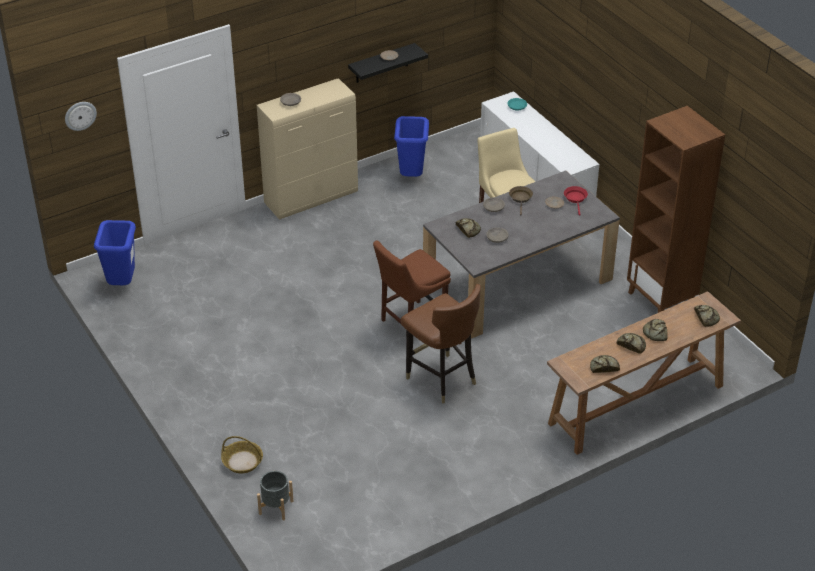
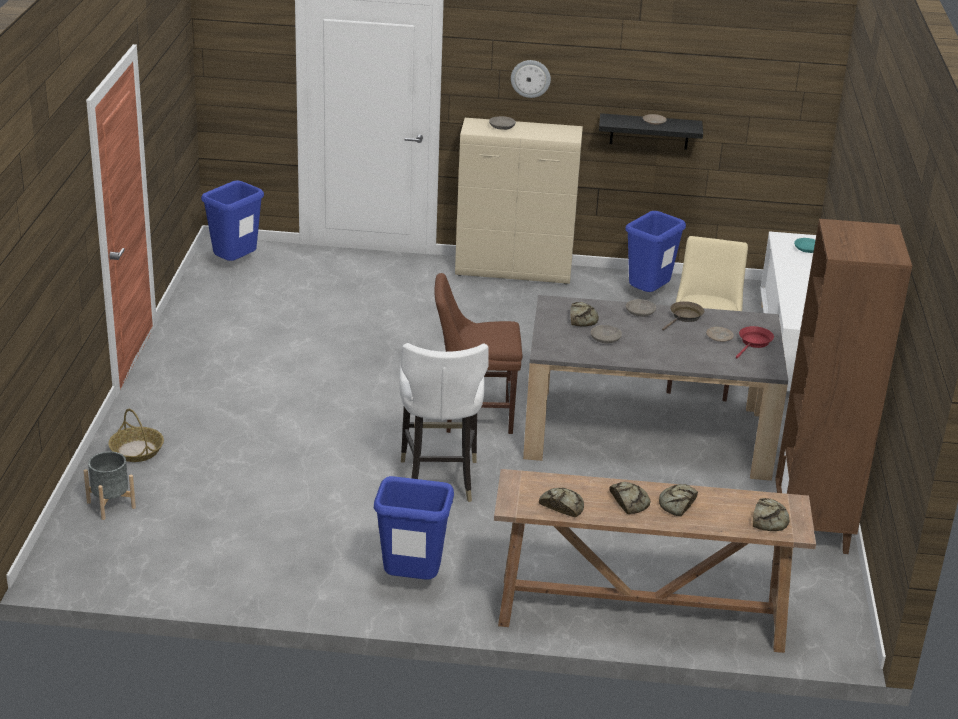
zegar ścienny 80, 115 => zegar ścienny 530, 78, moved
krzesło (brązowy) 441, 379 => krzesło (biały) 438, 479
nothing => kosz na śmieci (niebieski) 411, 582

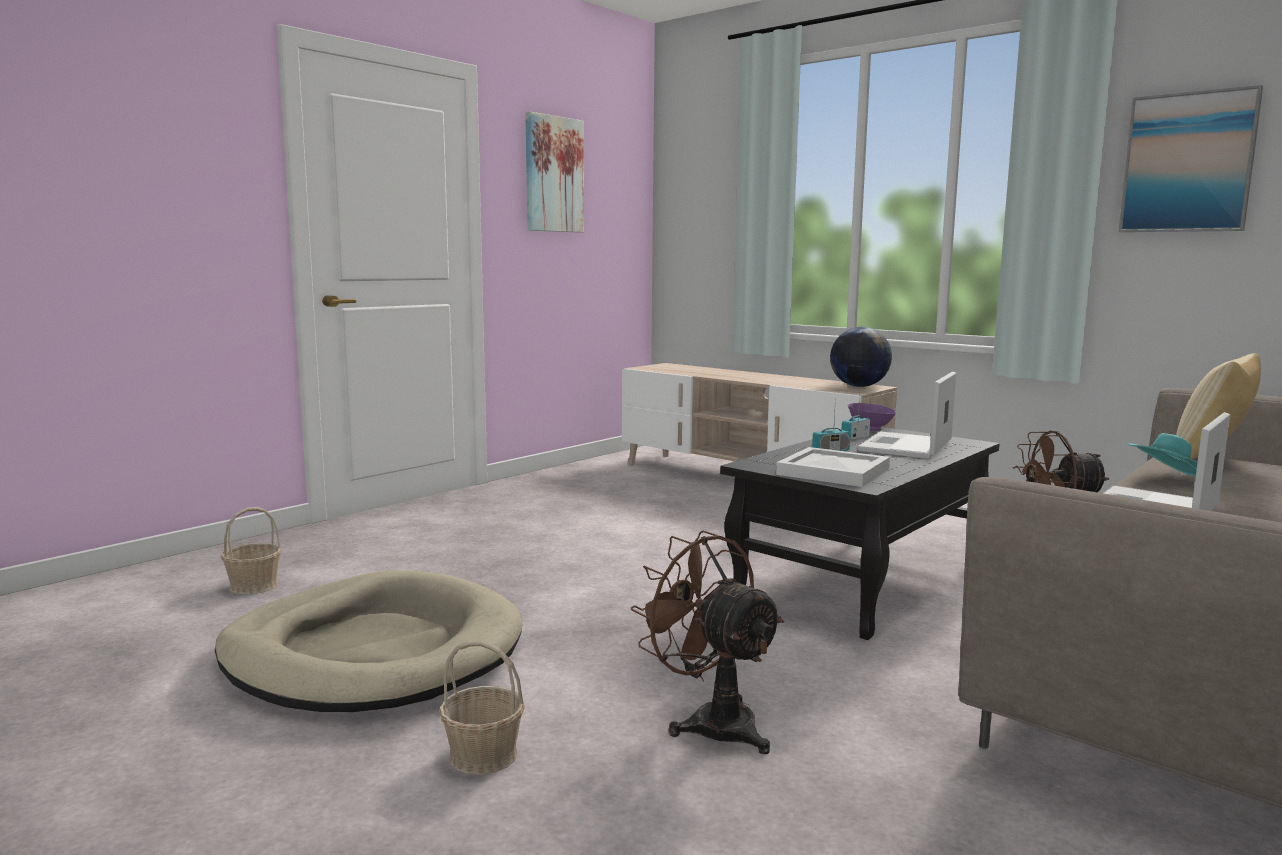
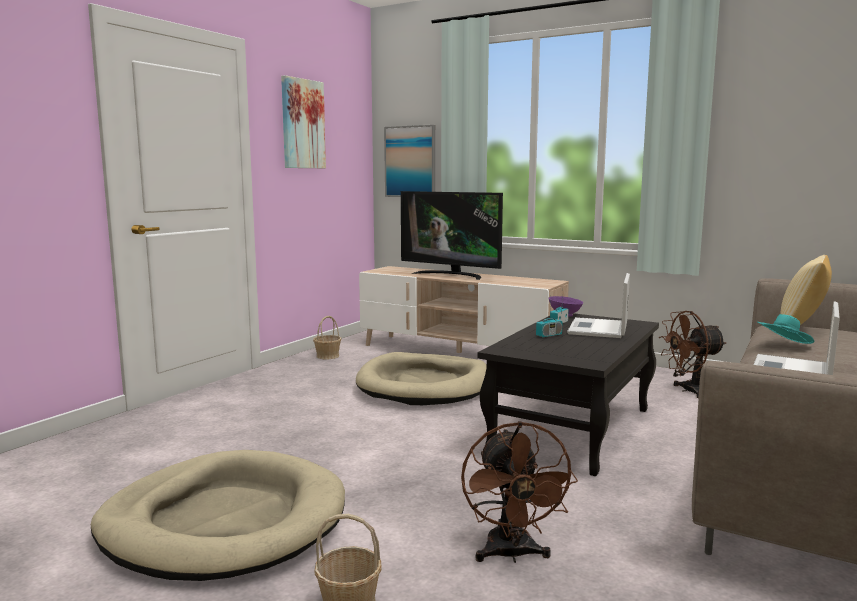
koszyk 253, 586 => koszyk 327, 356, moved
wentylator (brązowy) 711, 722 => wentylator (brązowy) 512, 555, 135 degrees counterclockwise
taca (biały) 832, 471 => nothing
globus 858, 386 => nothing
obraz 1188, 163 => obraz 410, 161, moved
nothing => legowisko (beżowy) 424, 385
nothing => telewizor 451, 275

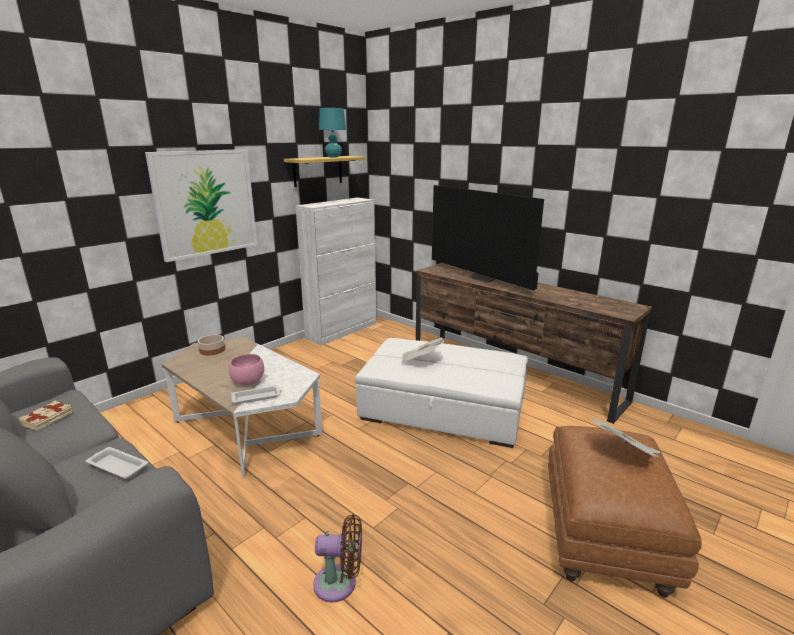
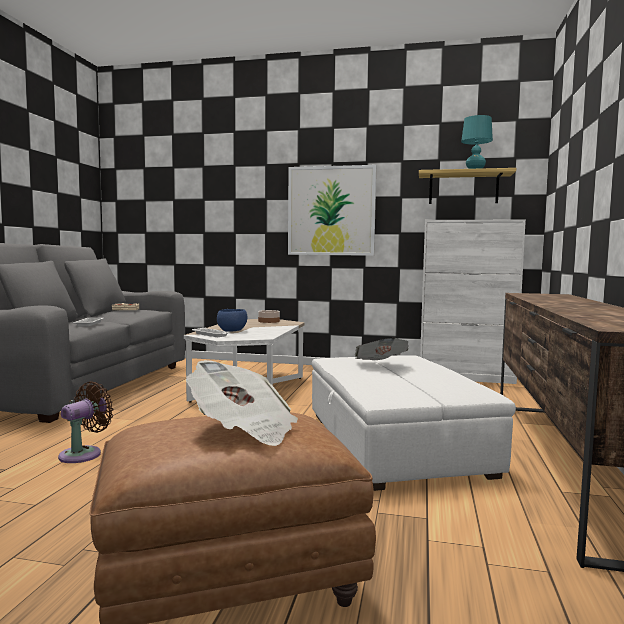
miska (różowy) 248, 382 => miska (niebieski) 232, 331
wentylator (brązowy) 340, 583 => wentylator (brązowy) 84, 454, 120 degrees counterclockwise
telewizor 483, 278 => nothing

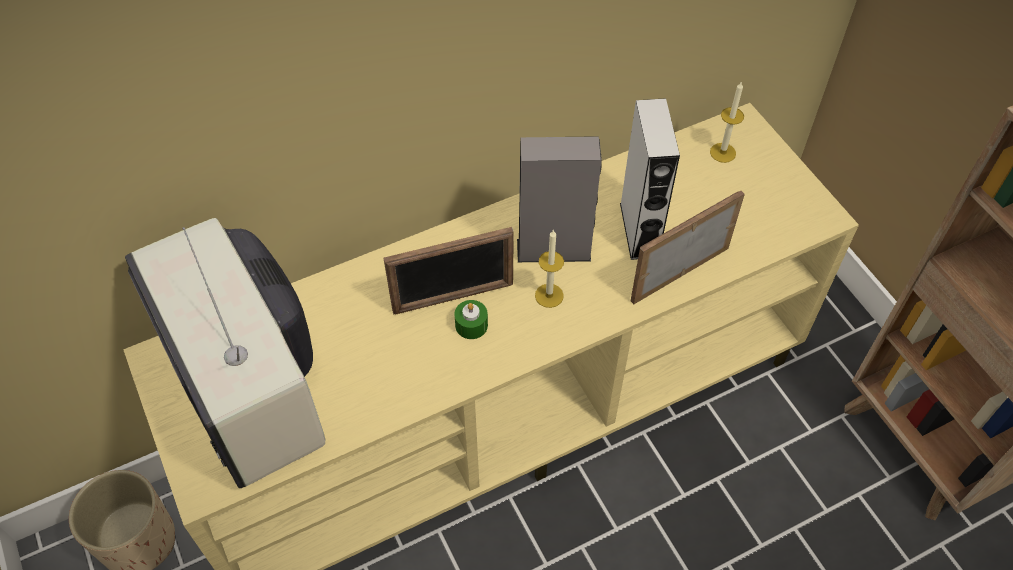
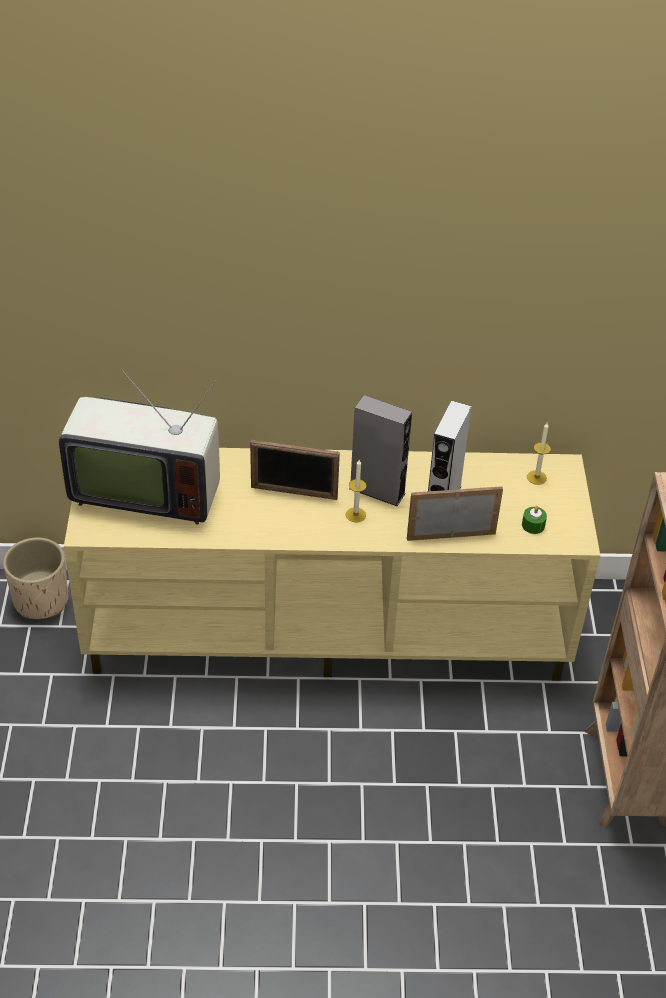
telewizor 253, 382 => telewizor 145, 490, 75 degrees counterclockwise
świeca (zielony) 471, 325 => świeca (zielony) 533, 525, moved

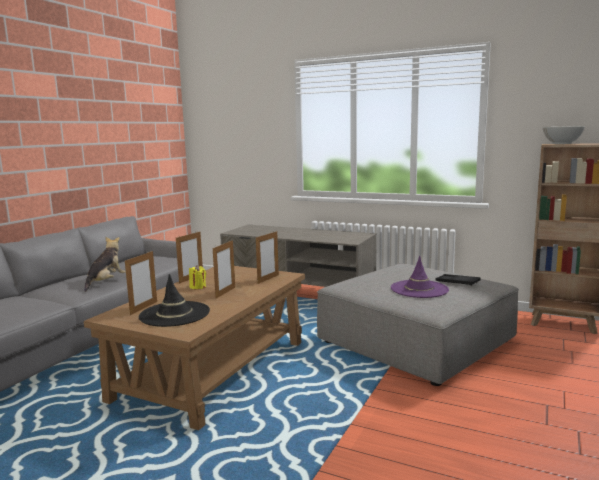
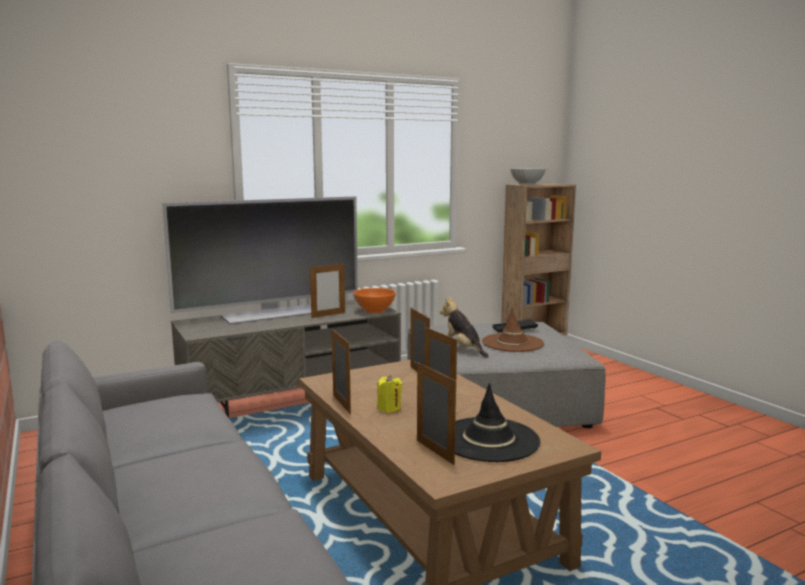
pluszak 106, 282 => pluszak 463, 349, moved
kapelusz (fioletowy) 419, 289 => kapelusz (brązowy) 512, 343
nothing => telewizor 276, 313
nothing => ramka na zdjęcie 328, 315
nothing => miska (pomarańczowy) 375, 310

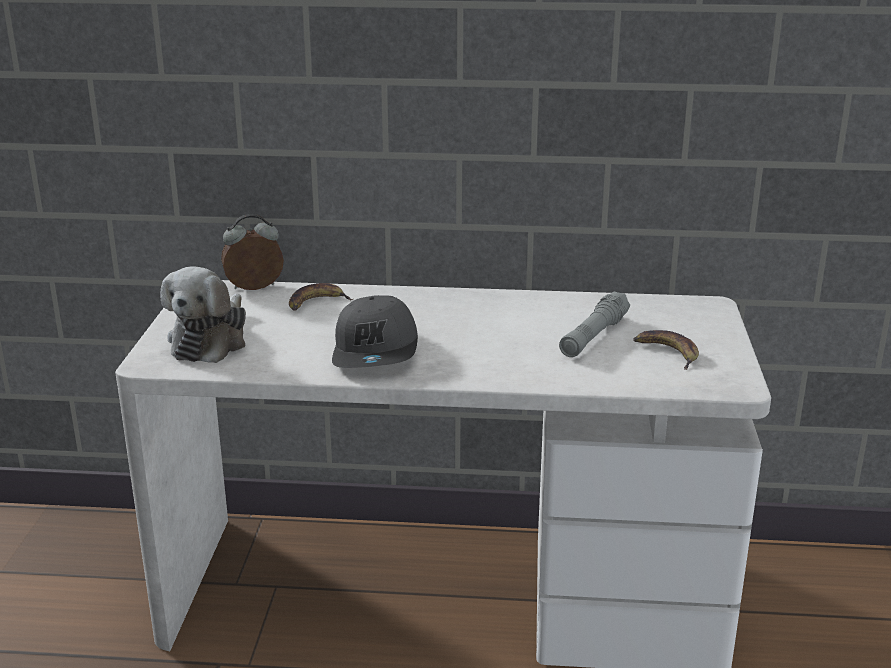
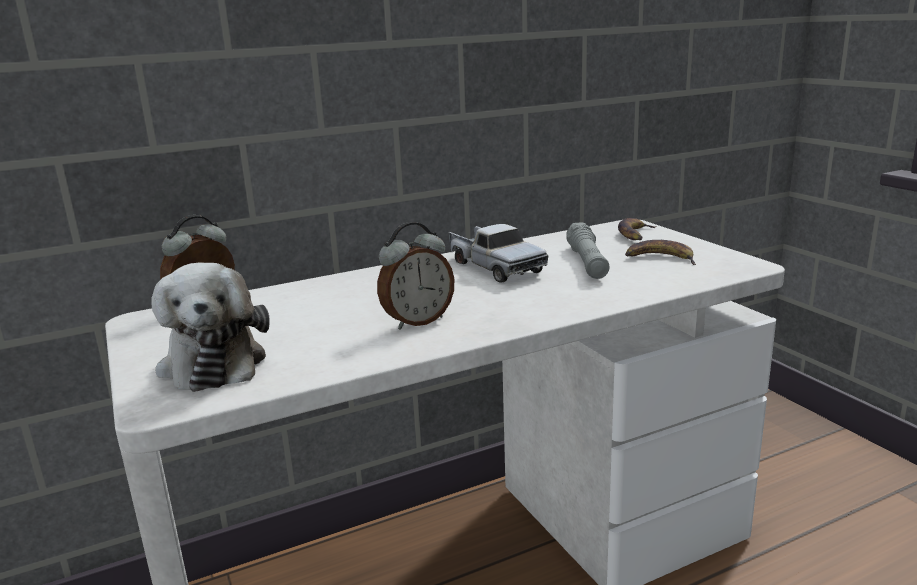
banan 316, 302 => banan 635, 234, moved
czapka z daszkiem (szary) 376, 351 => budzik 417, 321
nothing => ciężarówka zabawkowa 494, 267

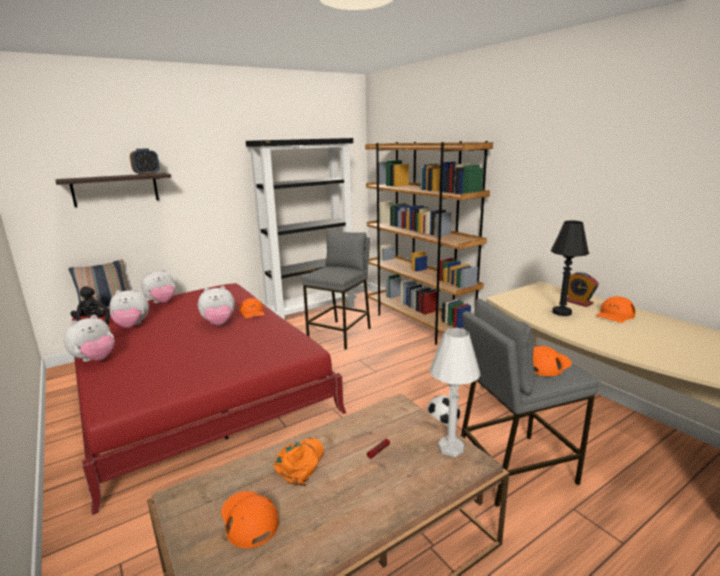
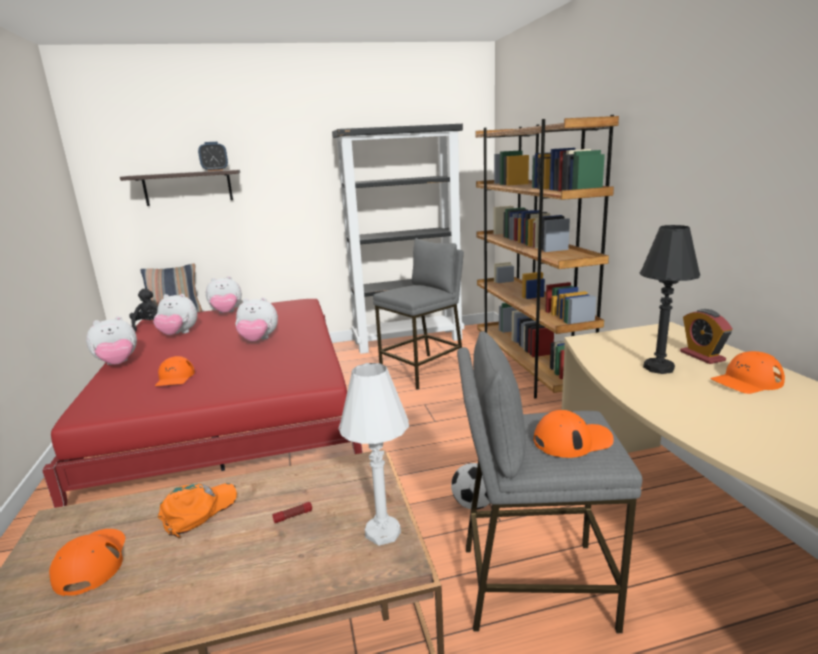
czapka z daszkiem (pomarańczowy) 252, 312 => czapka z daszkiem (pomarańczowy) 175, 378, moved

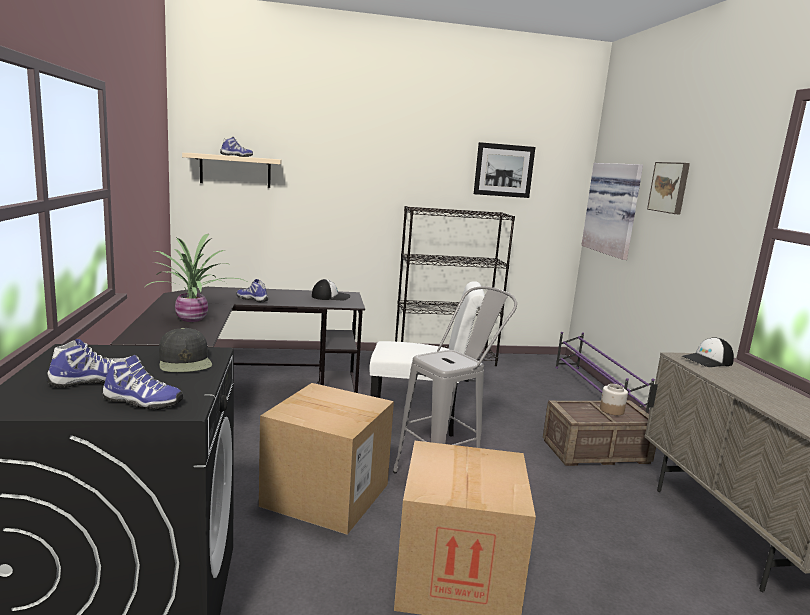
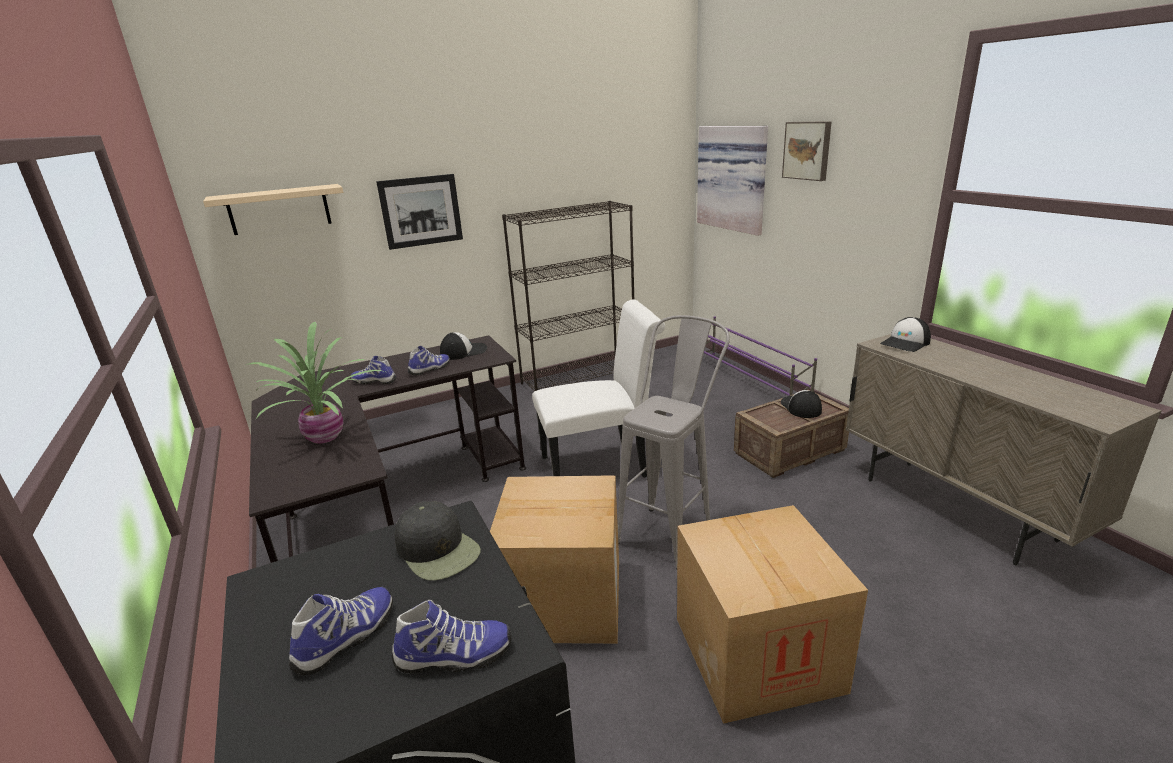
but 236, 156 => but 430, 369, moved
obraz 504, 170 => obraz 421, 211, moved
słoik 611, 410 => czapka z daszkiem 800, 407

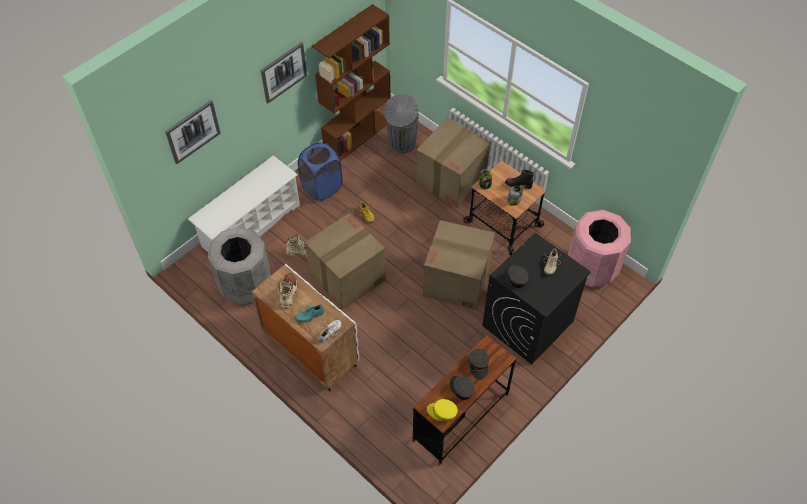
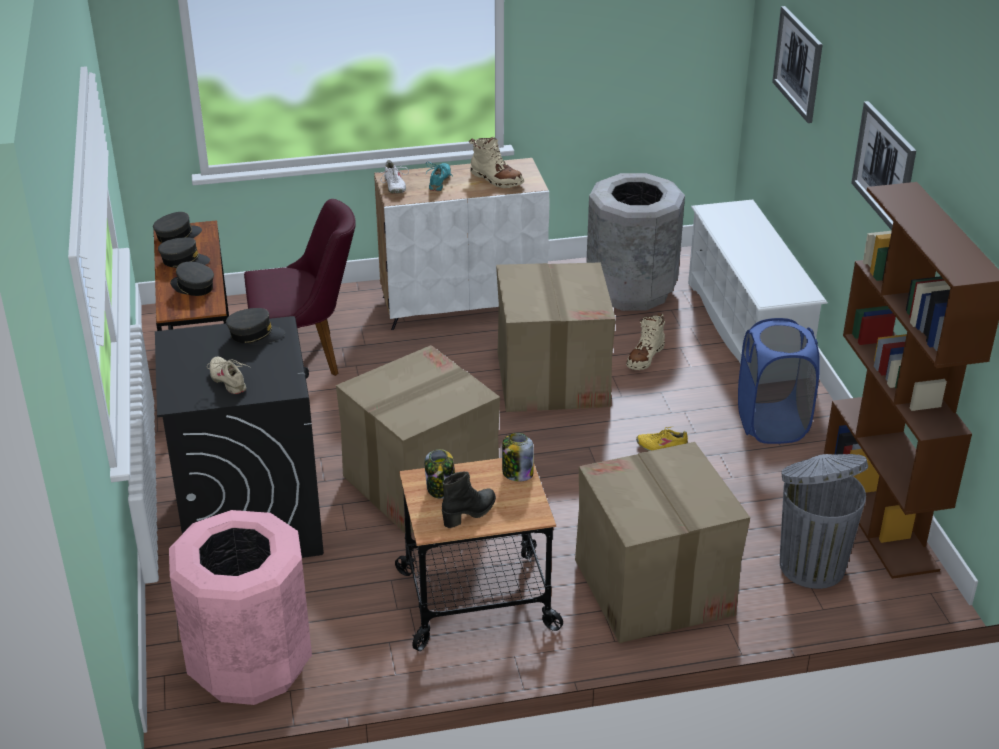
czapka z daszkiem (żółty) 442, 412 => czapka z daszkiem (szary) 177, 235
nothing => krzesło (fioletowy) 305, 356

